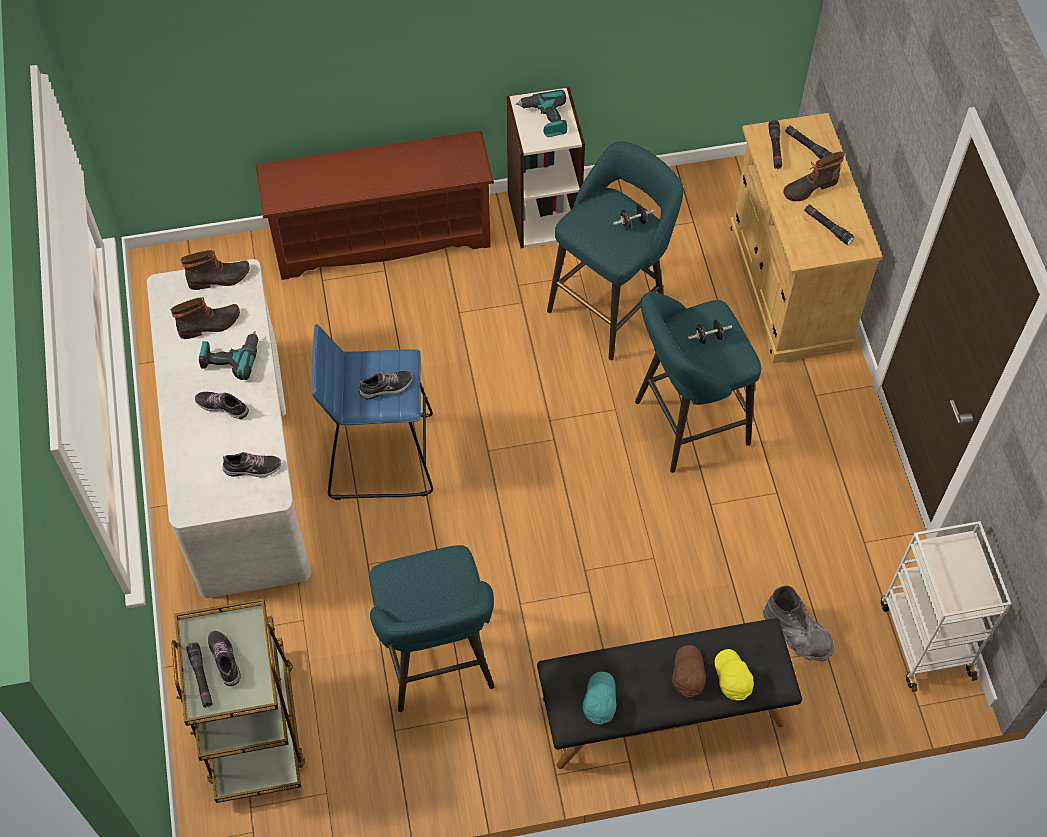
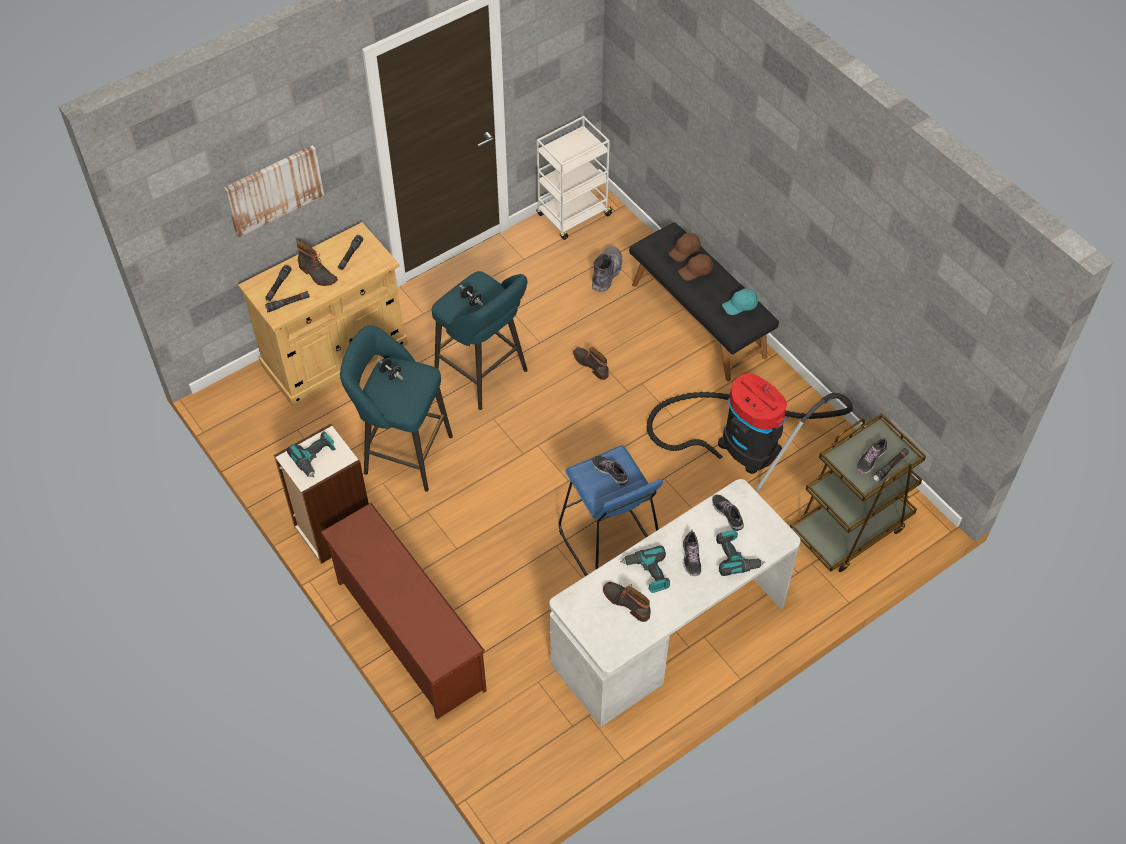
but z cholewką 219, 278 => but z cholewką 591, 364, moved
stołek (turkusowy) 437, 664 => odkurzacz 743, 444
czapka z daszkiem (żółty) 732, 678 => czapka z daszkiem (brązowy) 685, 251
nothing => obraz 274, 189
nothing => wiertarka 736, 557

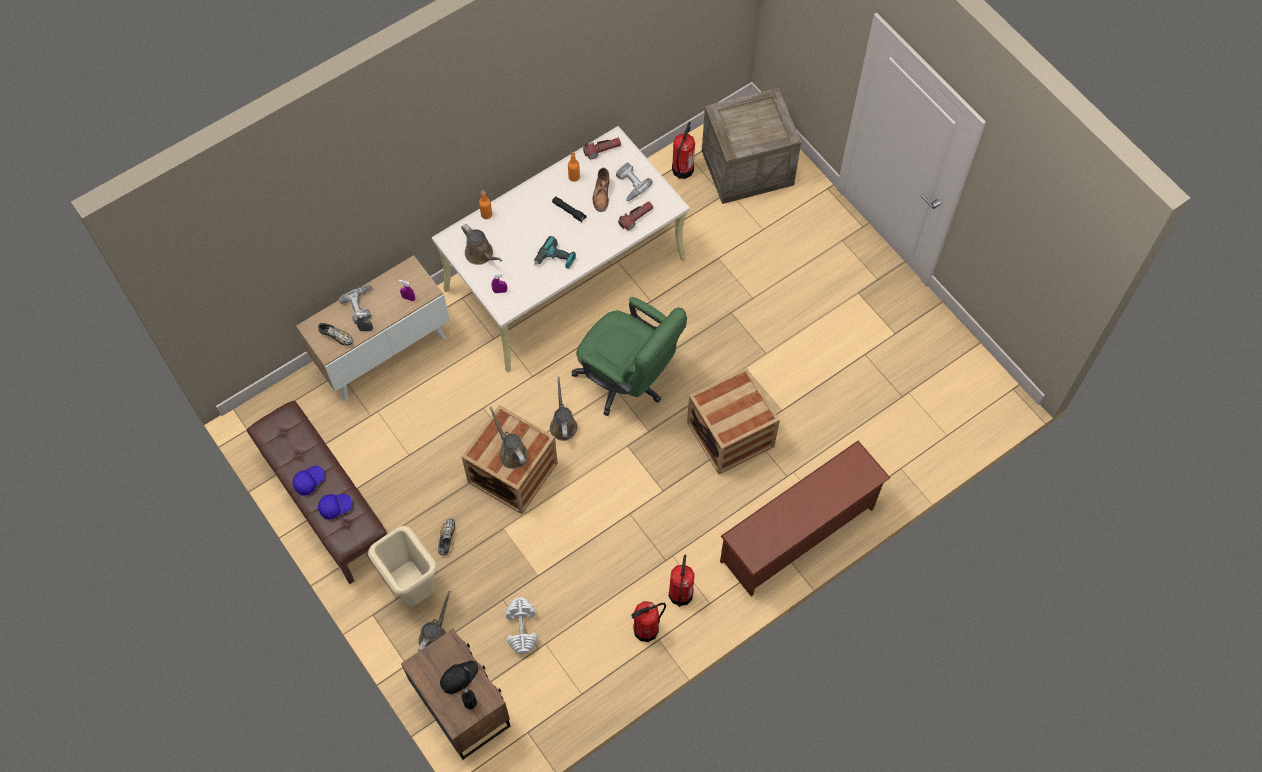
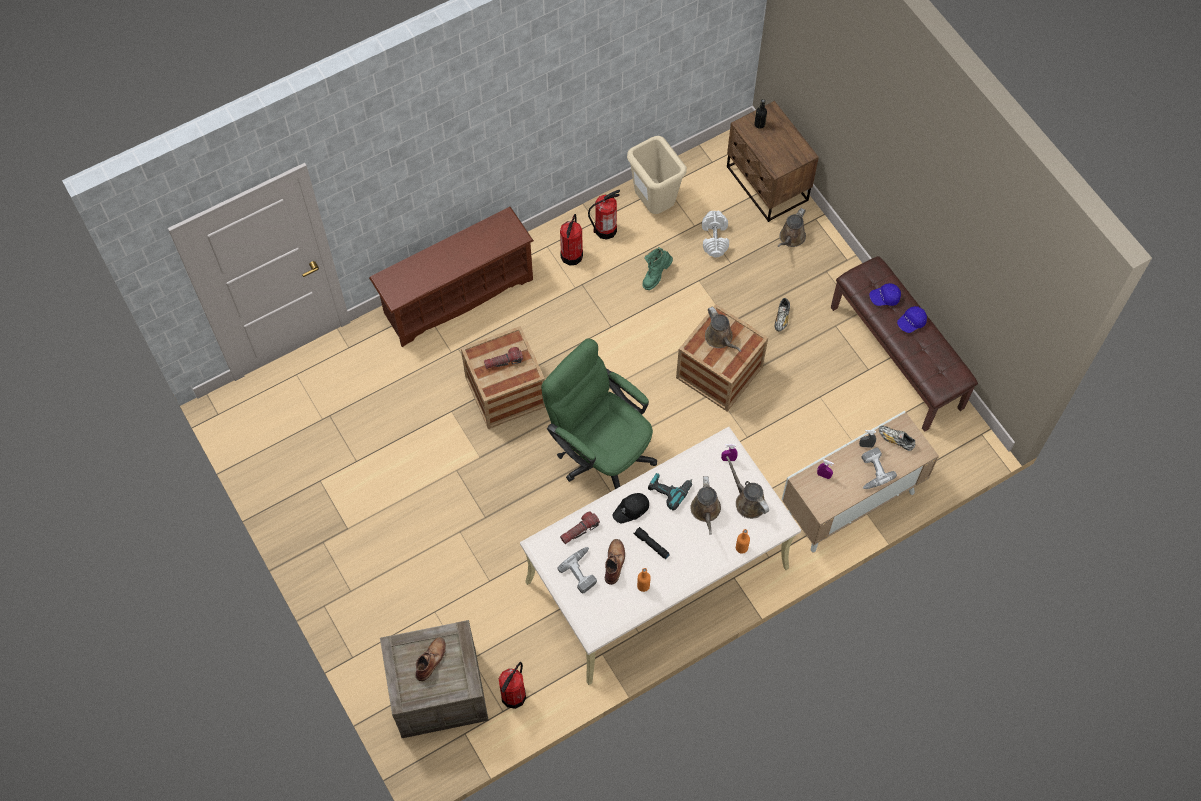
kosz na śmieci (beżowy) 413, 588 => kosz na śmieci (beżowy) 654, 204, moved
czapka z daszkiem (czarny) 458, 677 => czapka z daszkiem (czarny) 631, 509, moved
konewka (brązowy) 563, 424 => konewka (brązowy) 706, 511, moved
latarka 602, 150 => latarka 503, 361, moved
nothing => but z cholewką (brązowy) 431, 659
nothing => but z cholewką (zielony) 656, 275

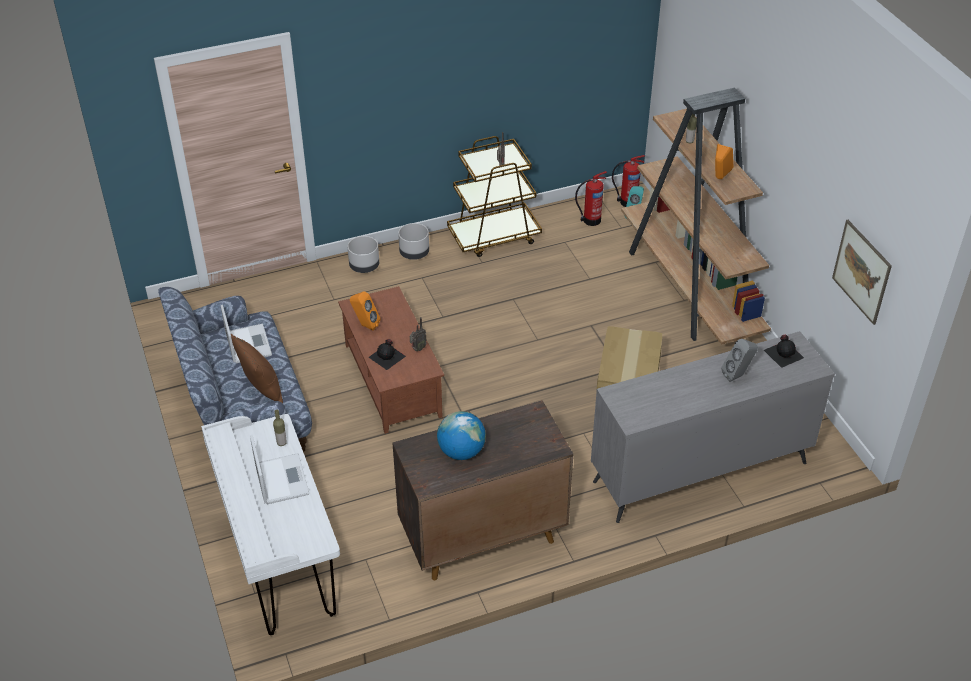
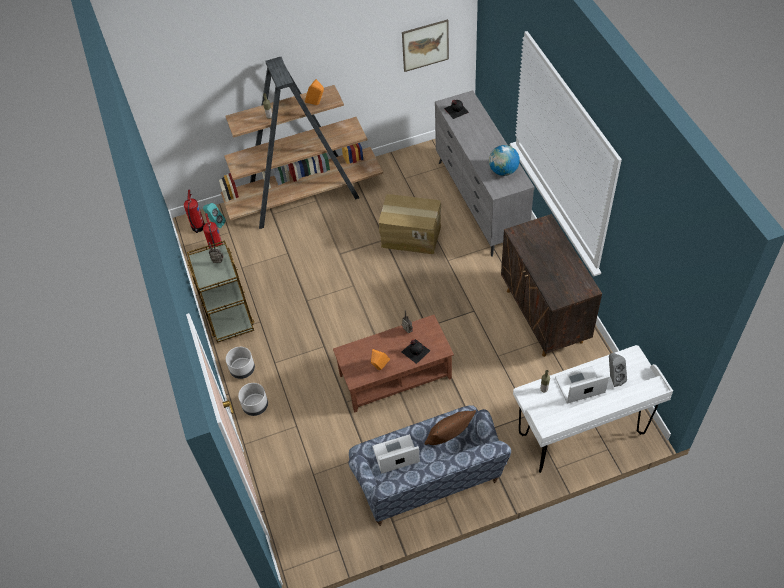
globus 461, 451 => globus 503, 171, moved
głośnik (szary) 737, 376 => głośnik (szary) 613, 378, moved

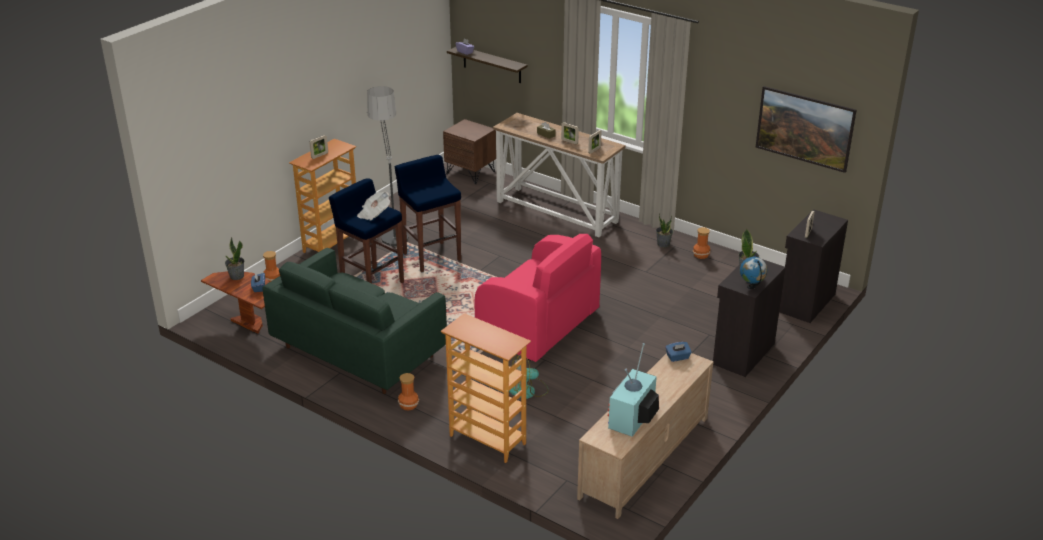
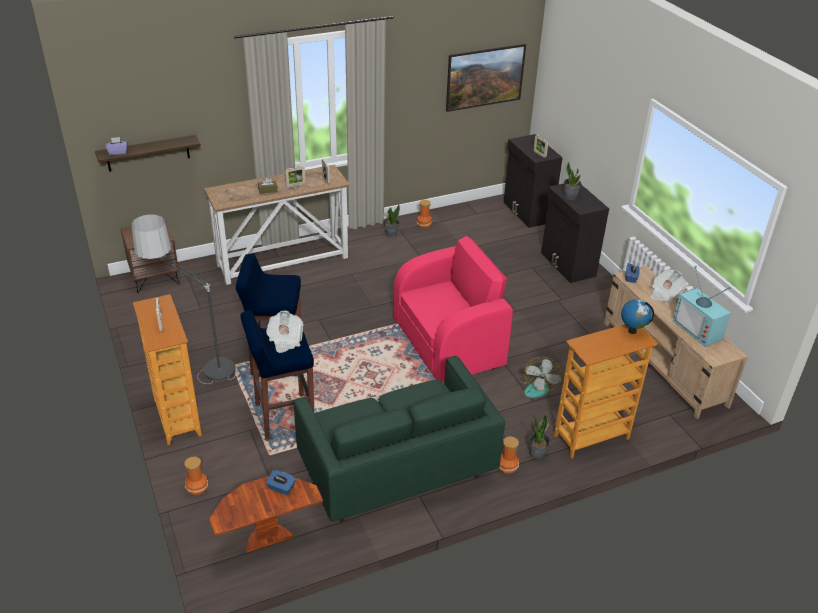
roślina doniczkowa 236, 276 => roślina doniczkowa 537, 453, moved
globus 751, 286 => globus 632, 330, moved
nothing => gazeta 665, 294

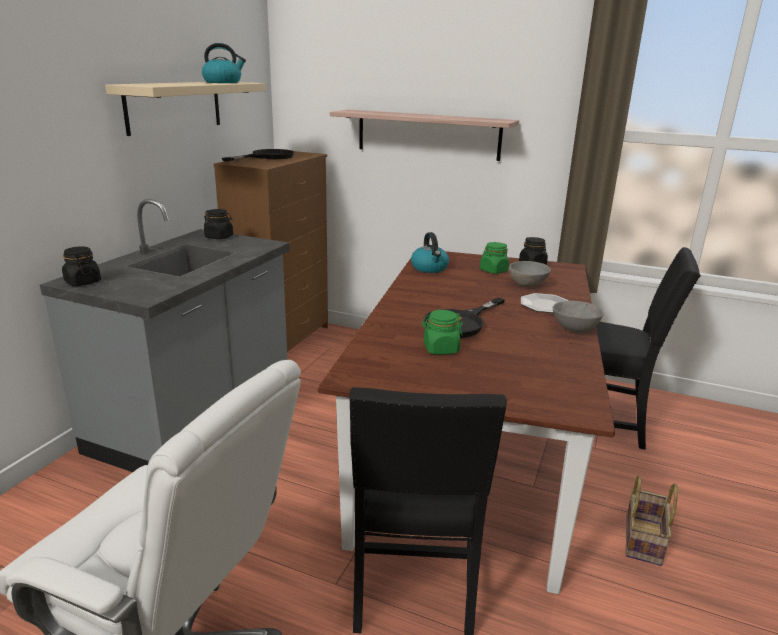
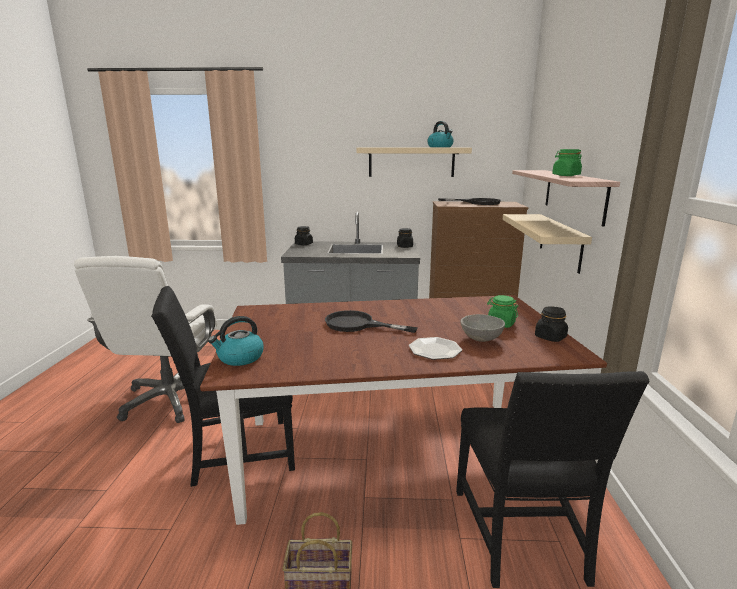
czajnik 430, 268 => czajnik 240, 358, moved
słoik (zielony) 440, 349 => słoik (zielony) 565, 175, moved
miska (szary) 573, 329 => nothing
nothing => półka (beżowy) 560, 241

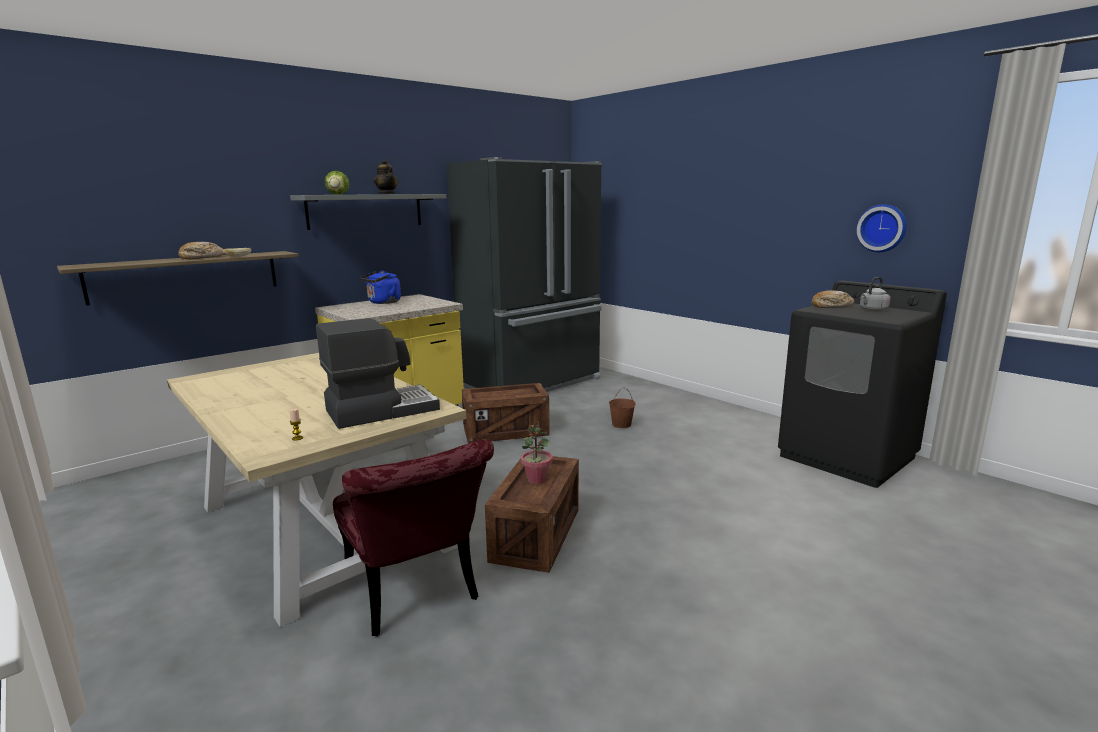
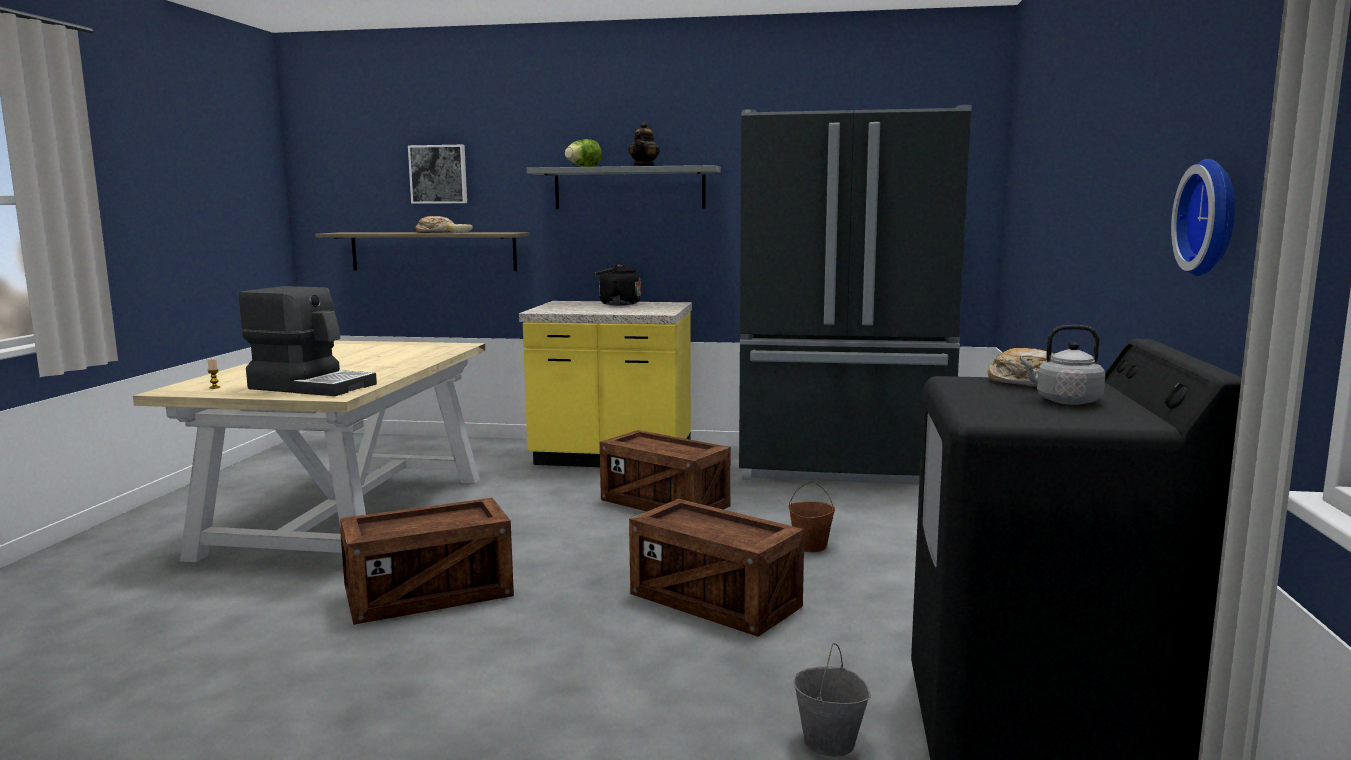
krzesło (czerwony) 416, 596 => nothing
czajnik (niebieski) 383, 302 => czajnik (czarny) 616, 304
roślina doniczkowa 536, 479 => nothing
nothing => obraz 439, 174
nothing => skrzynka 715, 601
nothing => wiadro (szary) 830, 742

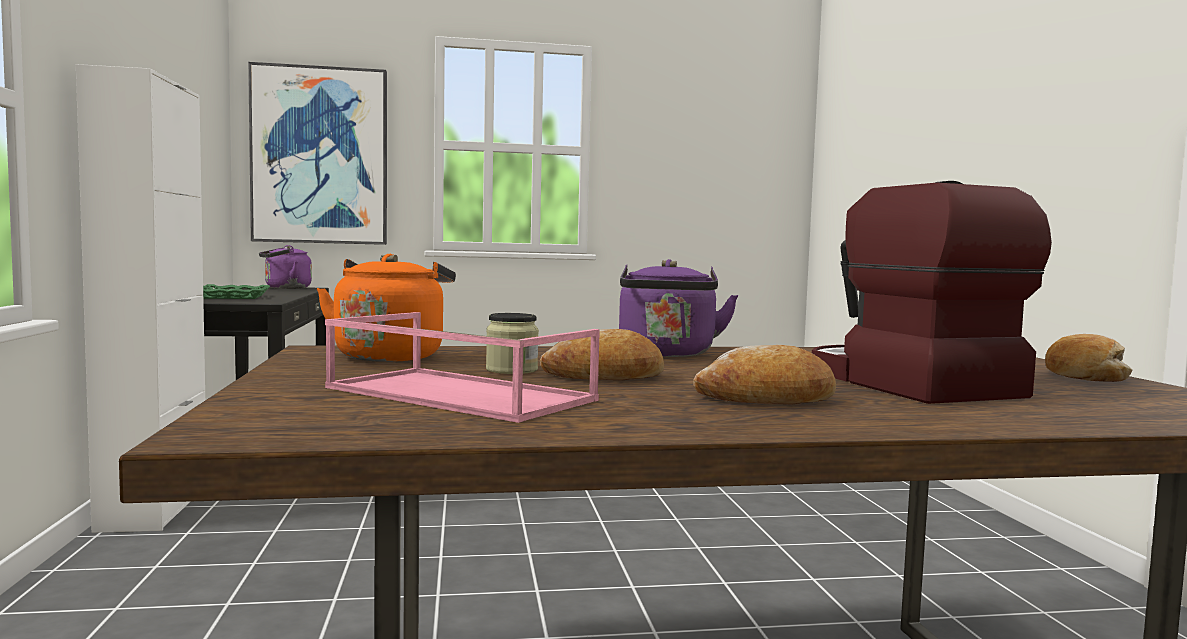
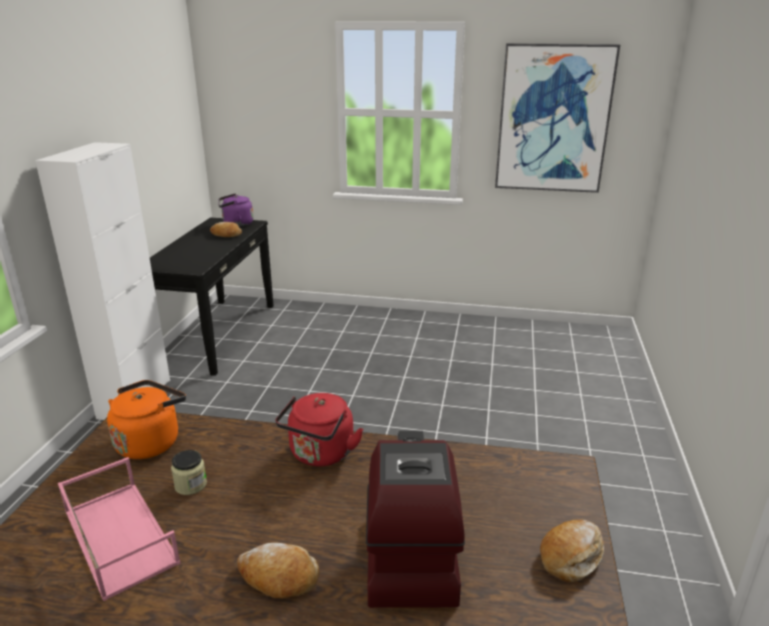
taca (zielony) 232, 296 => nothing
obraz 320, 156 => obraz 553, 119, moved
chleb 604, 376 => chleb 226, 235, moved
czajnik (fioletowy) 667, 354 => czajnik (czerwony) 320, 455

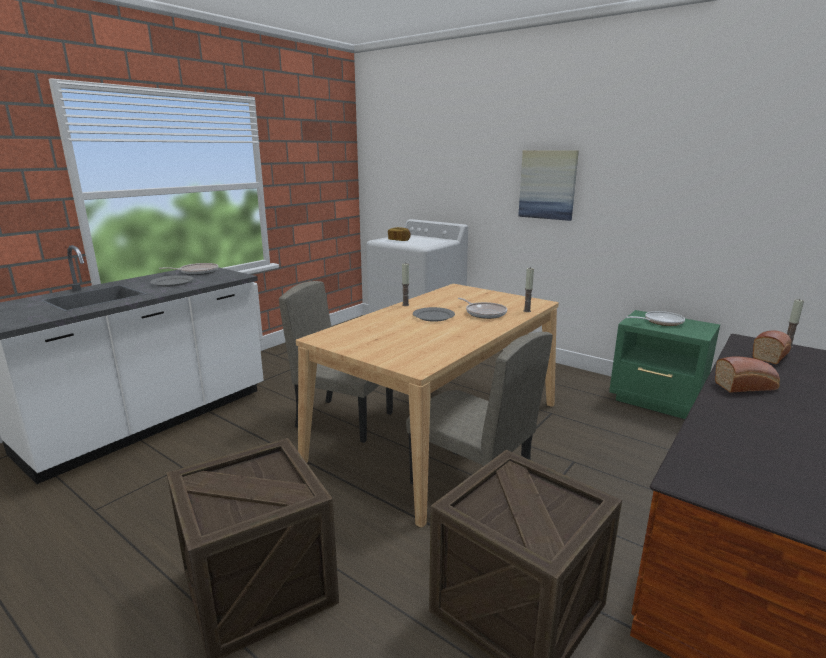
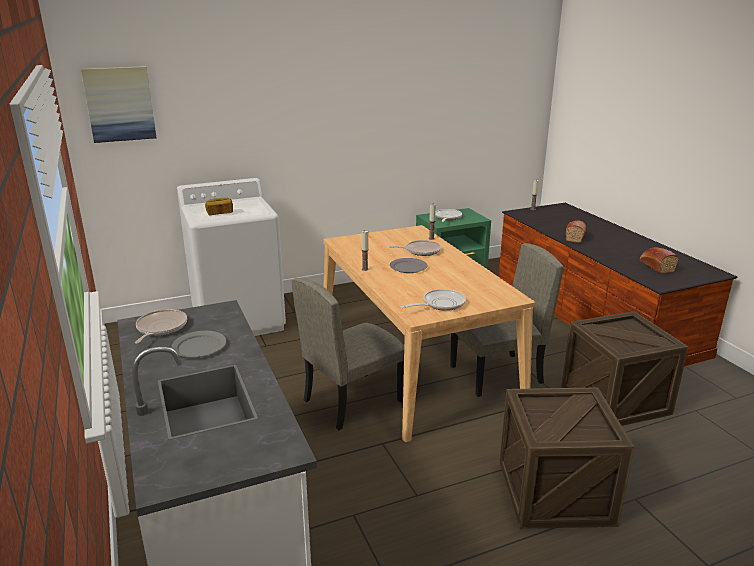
obraz 548, 184 => obraz 119, 104, moved
chleb 771, 355 => chleb 655, 266, moved
nothing => patelnia 440, 304

